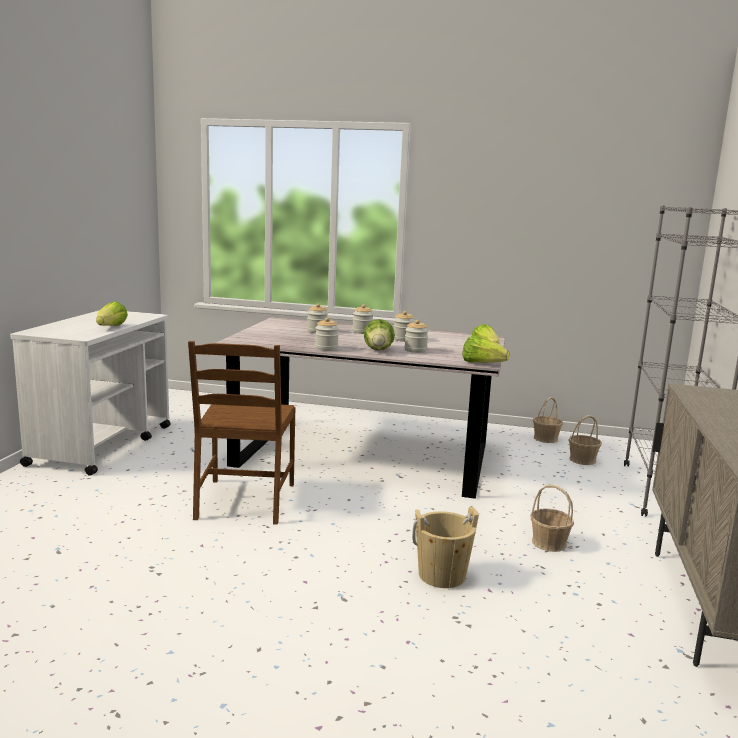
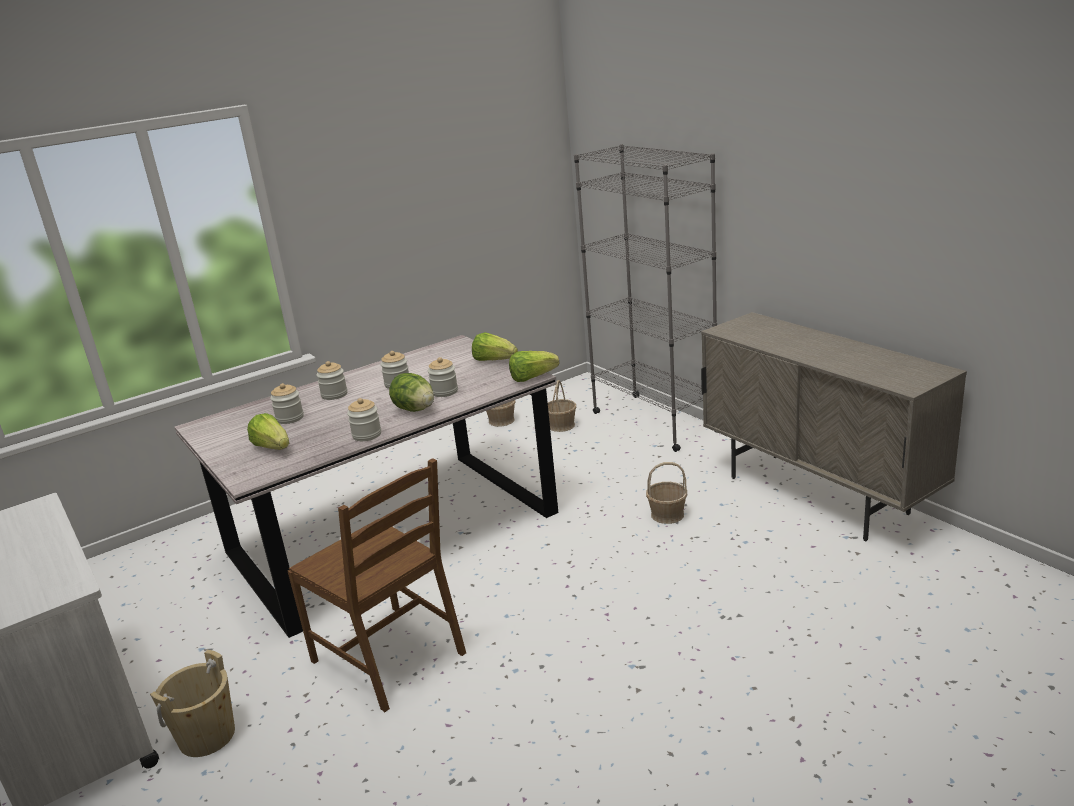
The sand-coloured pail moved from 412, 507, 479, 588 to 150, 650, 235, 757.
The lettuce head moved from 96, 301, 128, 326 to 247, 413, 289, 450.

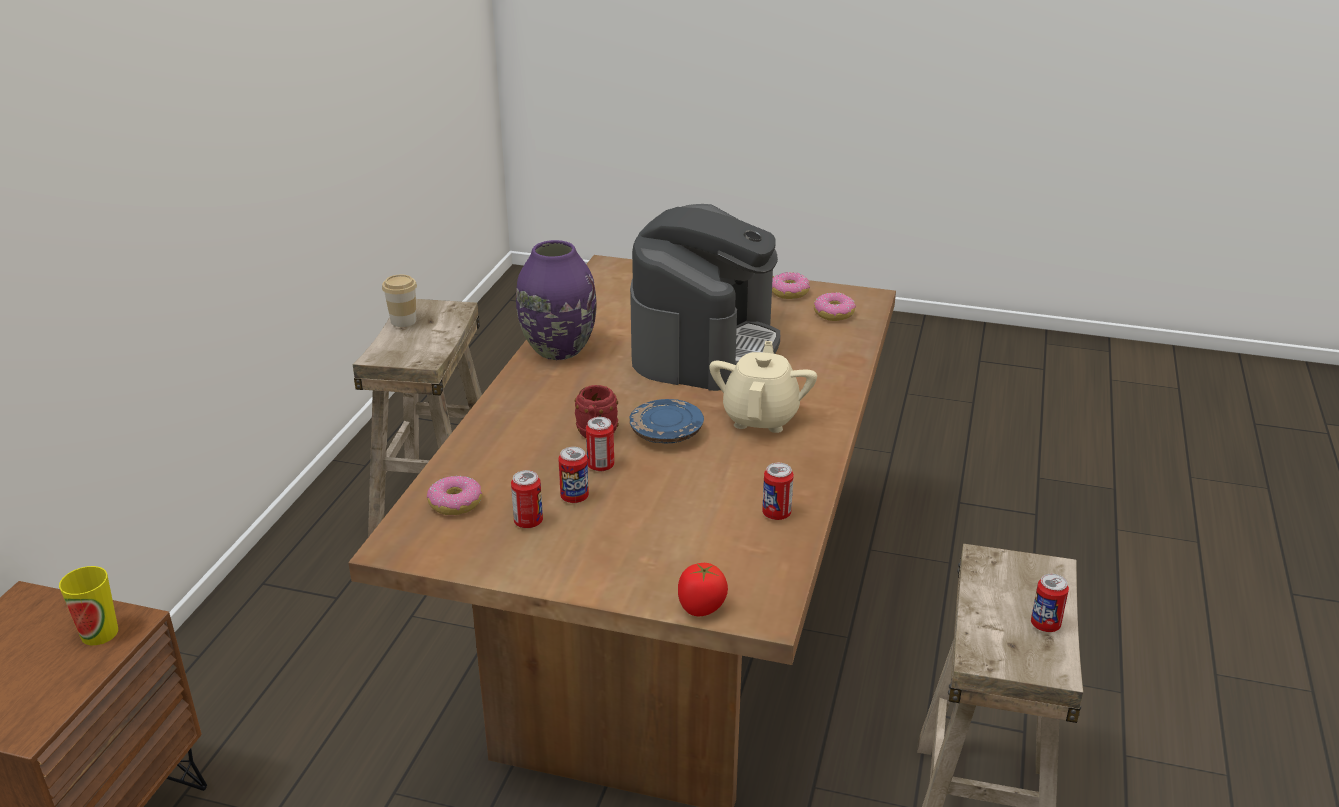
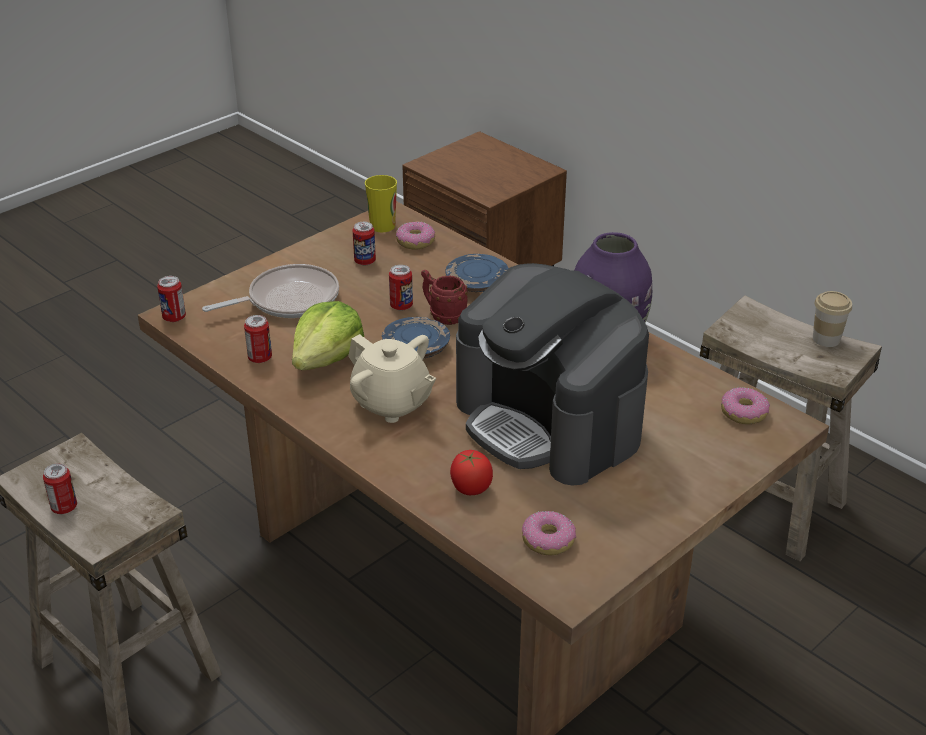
The sealed can moved from 558, 447, 589, 503 to 157, 276, 186, 322.
The pan at 202, 264, 339, 318 appeared.
The lettuce head at 292, 301, 364, 370 appeared.
The cup moved from 59, 566, 118, 645 to 365, 175, 397, 232.
The bluish flat dish at 445, 254, 509, 292 appeared.
The whole tomato moved from 678, 563, 728, 616 to 450, 450, 493, 495.
The ring doughnut moved from 772, 272, 810, 299 to 721, 387, 770, 424.

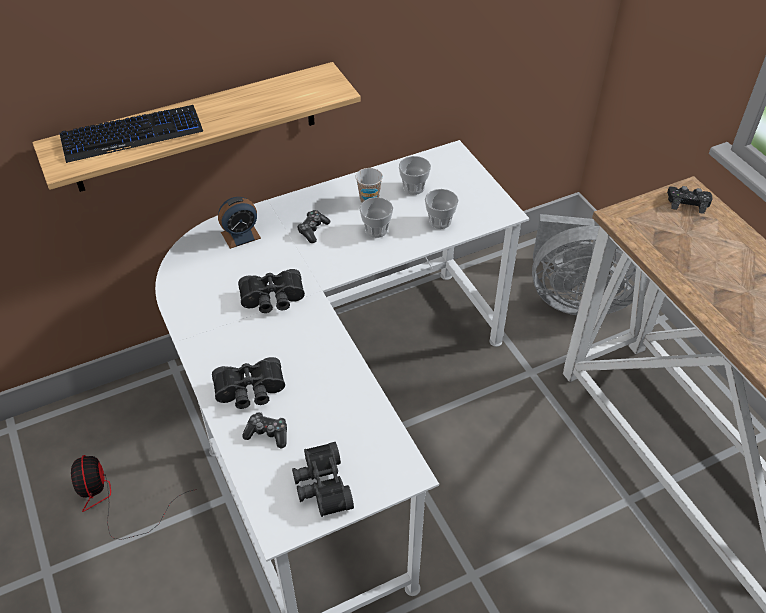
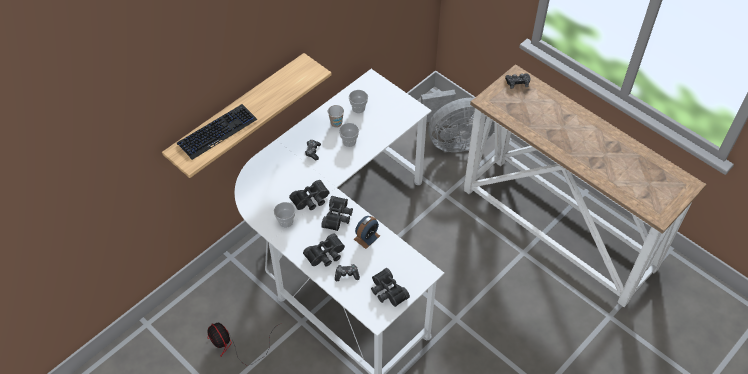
The cup moved from 425, 189, 458, 229 to 274, 202, 295, 228.
The black field glasses at 321, 196, 353, 231 appeared.
The alarm clock moved from 218, 197, 261, 249 to 354, 216, 380, 249.

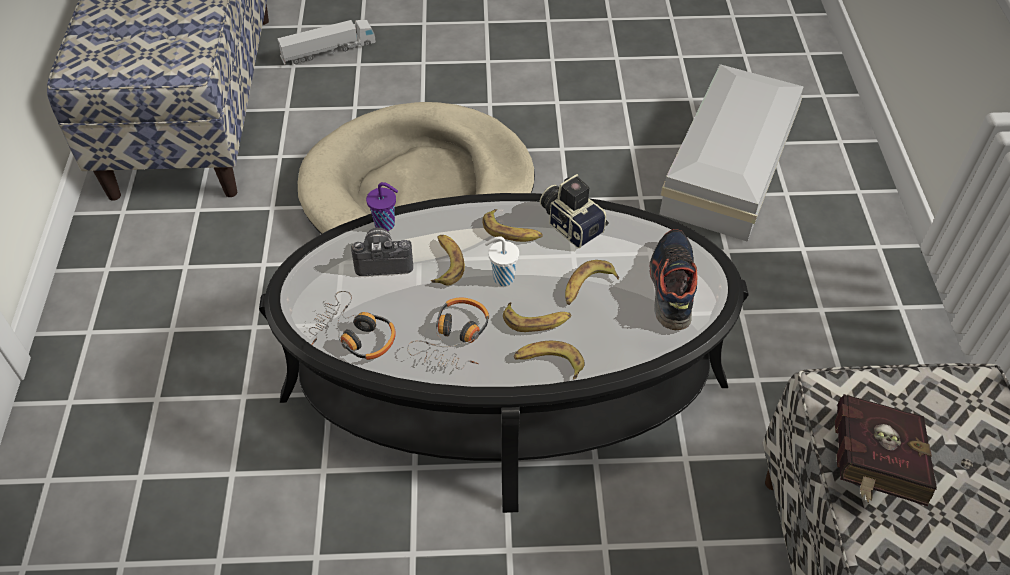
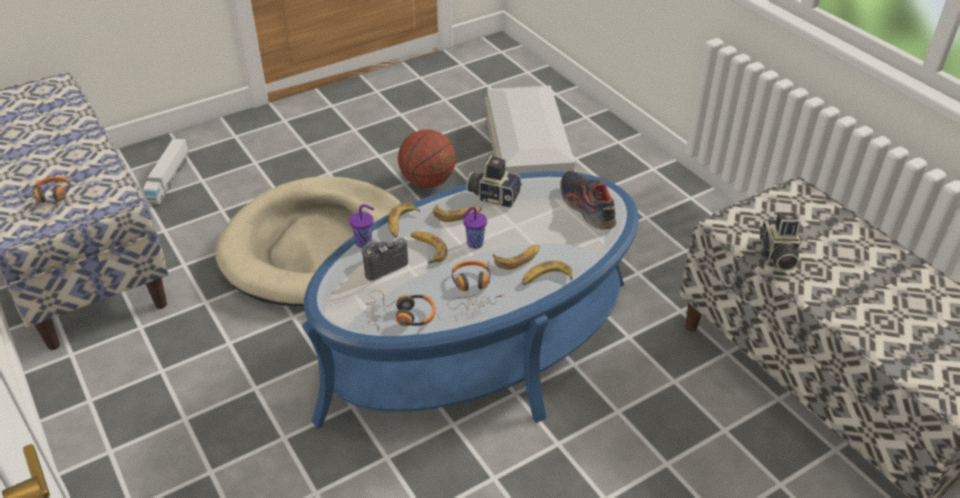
The headset at 17, 176, 71, 217 appeared.
The model truck at 277, 20, 376, 65 turned 150 degrees clockwise.
The black coffee table at 259, 193, 749, 513 became the bluish coffee table at 302, 171, 639, 429.
The whole banana moved from 565, 260, 619, 305 to 388, 203, 420, 238.
The ball for basketball at 398, 129, 456, 188 appeared.
The white-coloured cup at 485, 236, 519, 286 became the purple-coloured cup at 462, 207, 487, 249.
The red book at 835, 394, 937, 506 was replaced by the still camera at 759, 212, 801, 271.

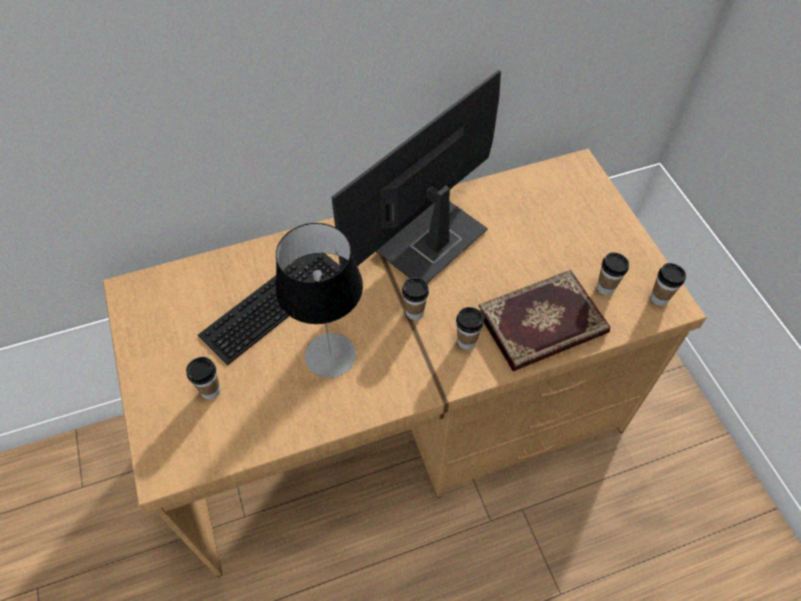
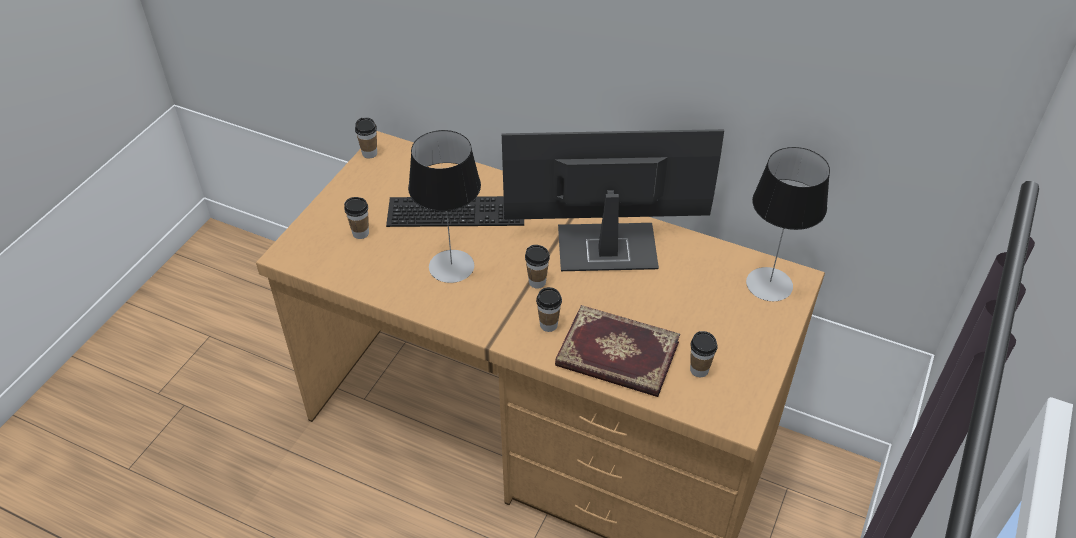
The cup moved from 650, 263, 686, 306 to 355, 117, 377, 158.
The lamp for a table at 746, 147, 830, 301 appeared.

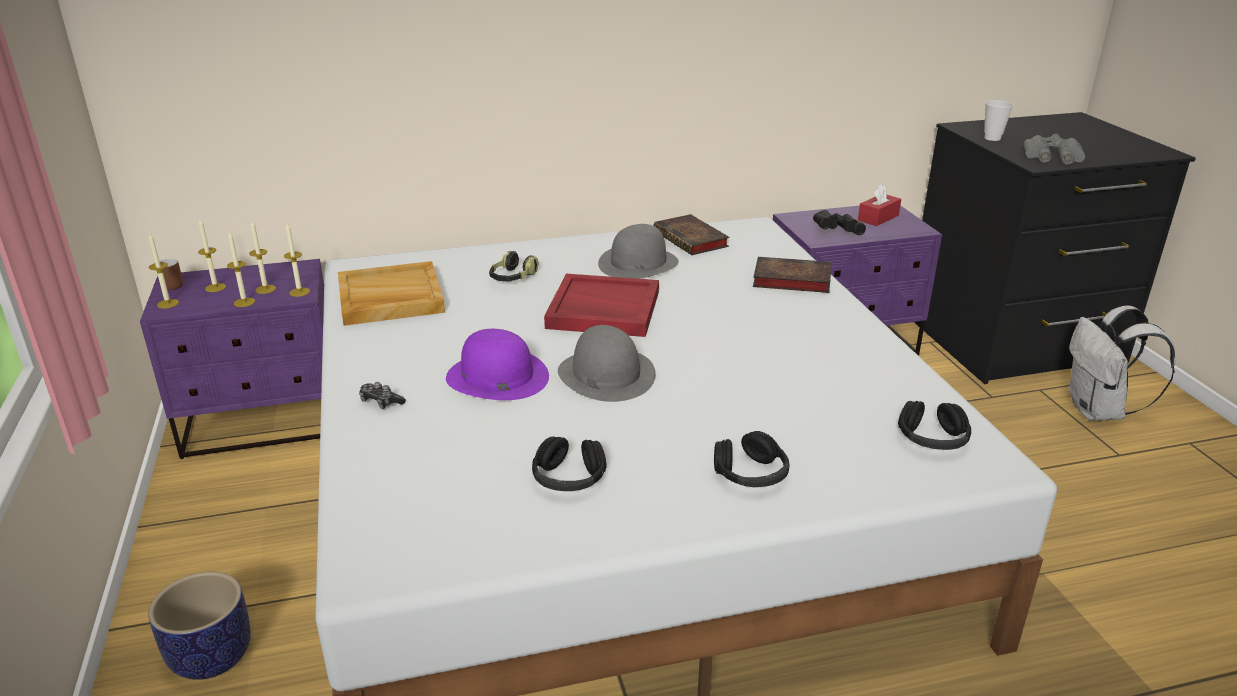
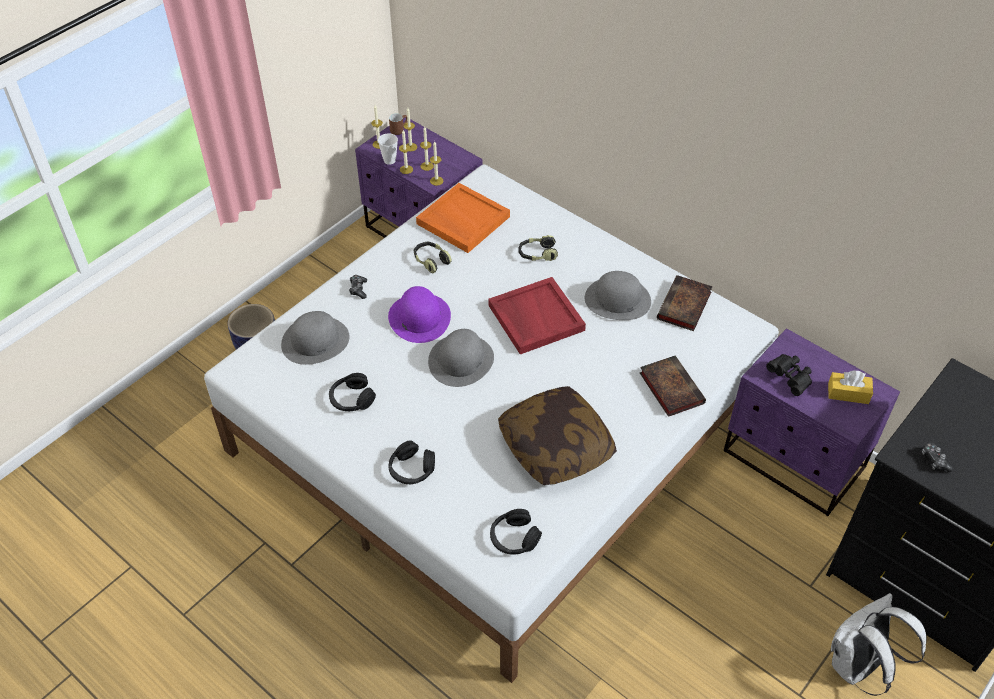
The gray hat at 281, 311, 350, 365 appeared.
The cup moved from 984, 100, 1013, 141 to 378, 133, 398, 165.
The headset at 414, 242, 452, 273 appeared.
The sand-coloured tray at 338, 261, 445, 326 became the orange-coloured tray at 416, 183, 510, 253.
The pillow at 498, 386, 617, 485 appeared.
The red box of tissues at 858, 184, 901, 226 became the yellow box of tissues at 828, 370, 873, 404.
The gray field glasses at 1024, 134, 1085, 165 was replaced by the game controller at 922, 443, 953, 472.

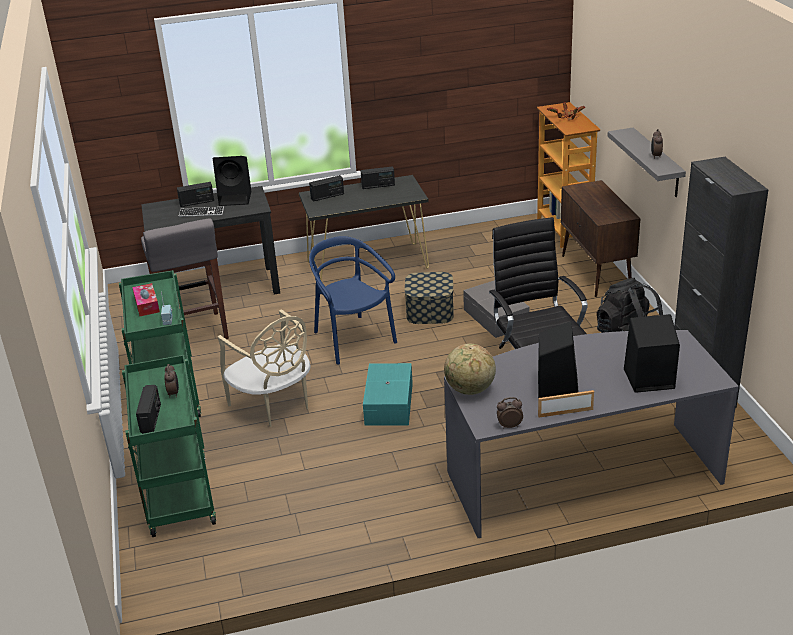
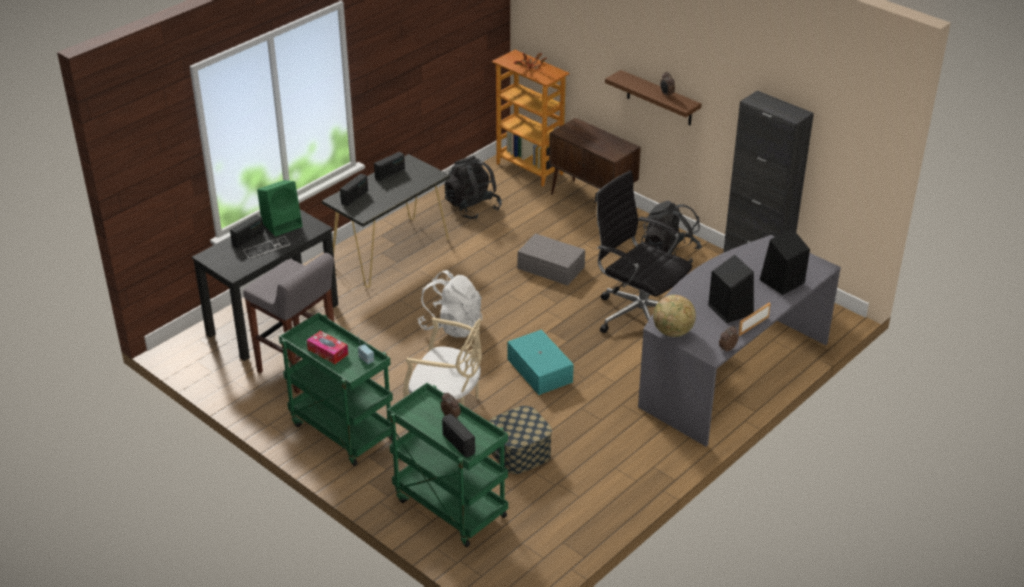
The black loudspeaker at 213, 156, 251, 206 became the green loudspeaker at 257, 180, 303, 237.
The bluish upright chair at 309, 236, 397, 364 was replaced by the white-coloured rucksack at 418, 270, 482, 338.
The black rucksack at 445, 156, 502, 219 appeared.
The storage container moved from 405, 272, 454, 324 to 489, 406, 552, 474.
The gray wall shelf at 607, 128, 686, 197 became the brown-coloured wall shelf at 605, 70, 702, 125.

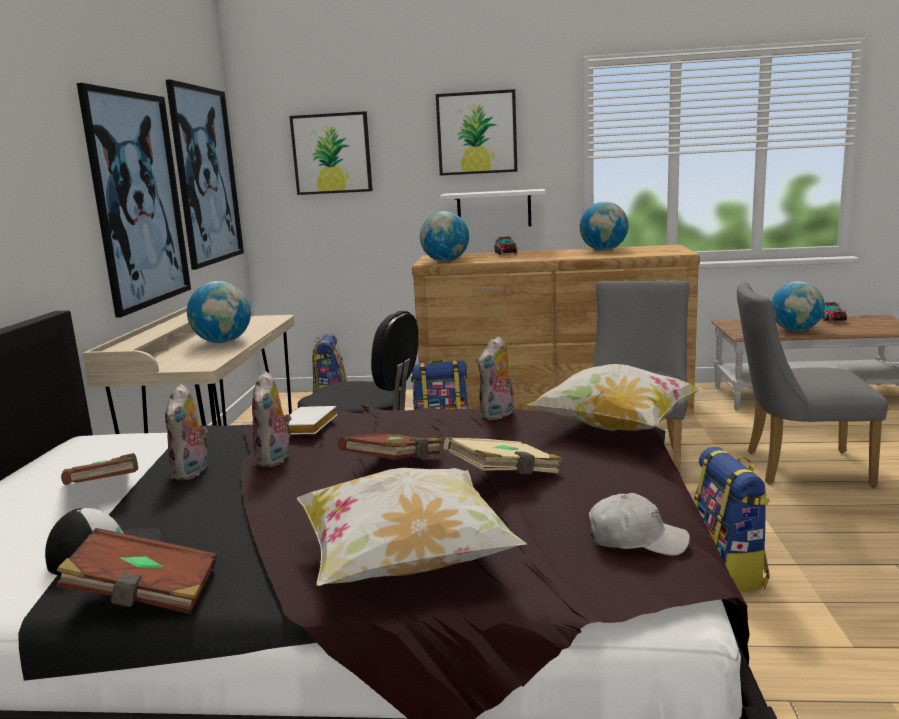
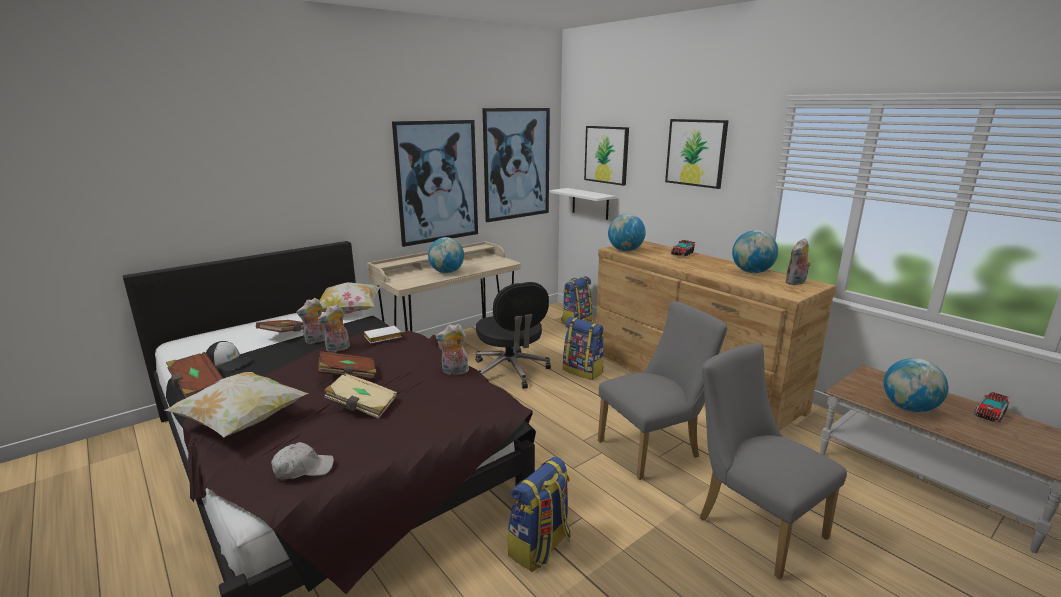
The white-coloured cap at 589, 493, 690, 556 turned 75 degrees counterclockwise.
The pillow moved from 527, 364, 702, 431 to 319, 282, 381, 314.
The white-coloured wall shelf moved from 440, 189, 546, 227 to 549, 188, 616, 220.
The cuddly toy at 785, 238, 811, 285 appeared.

